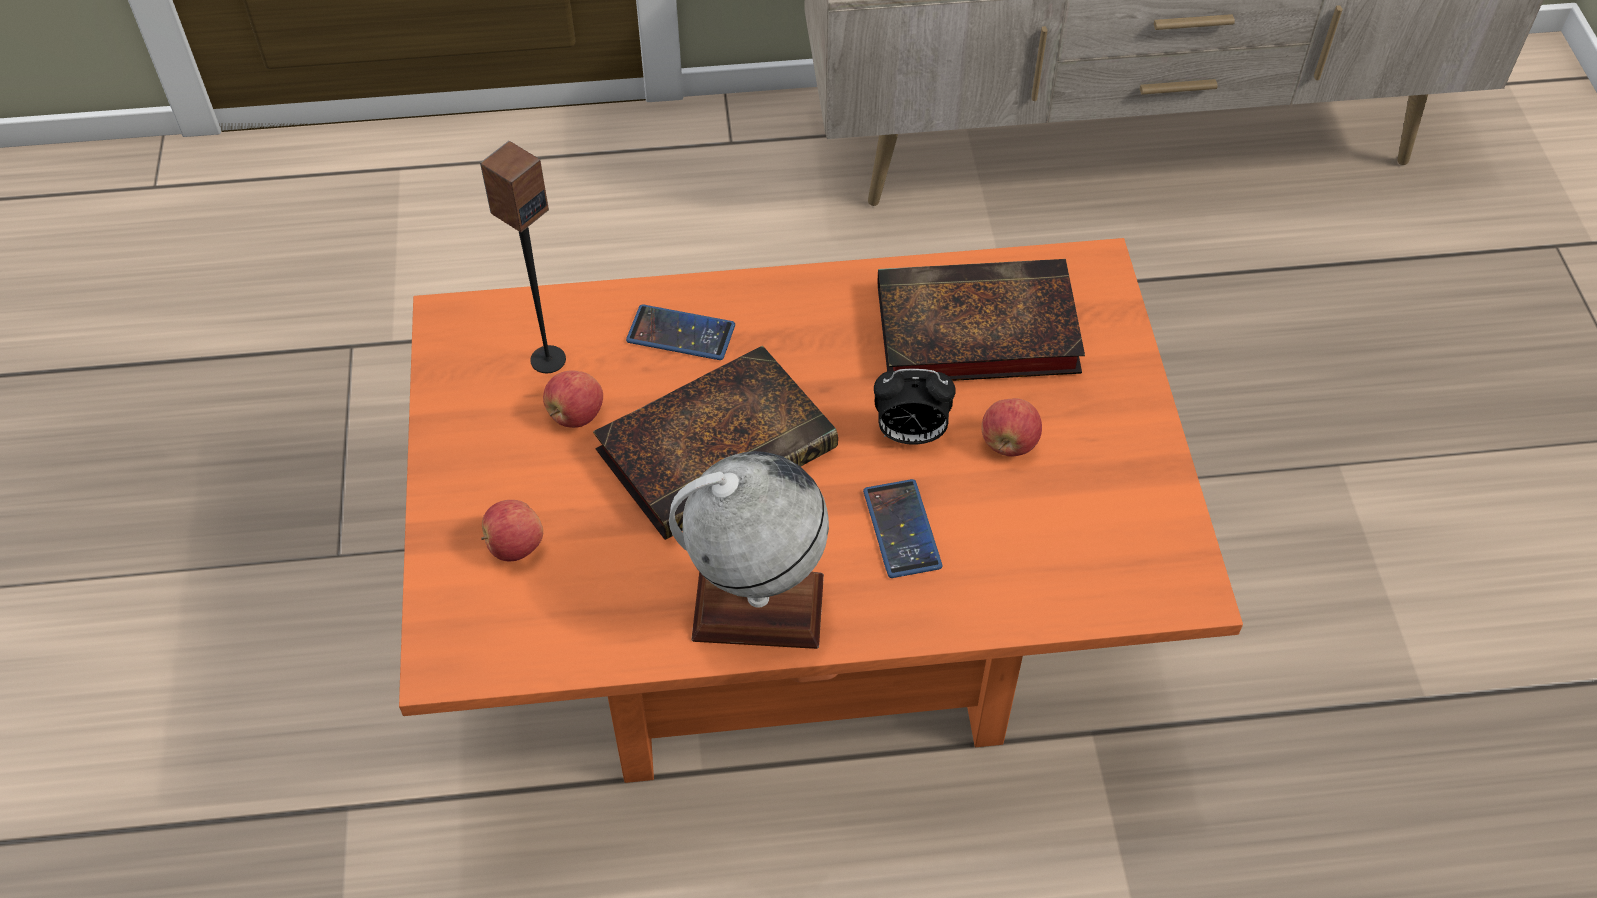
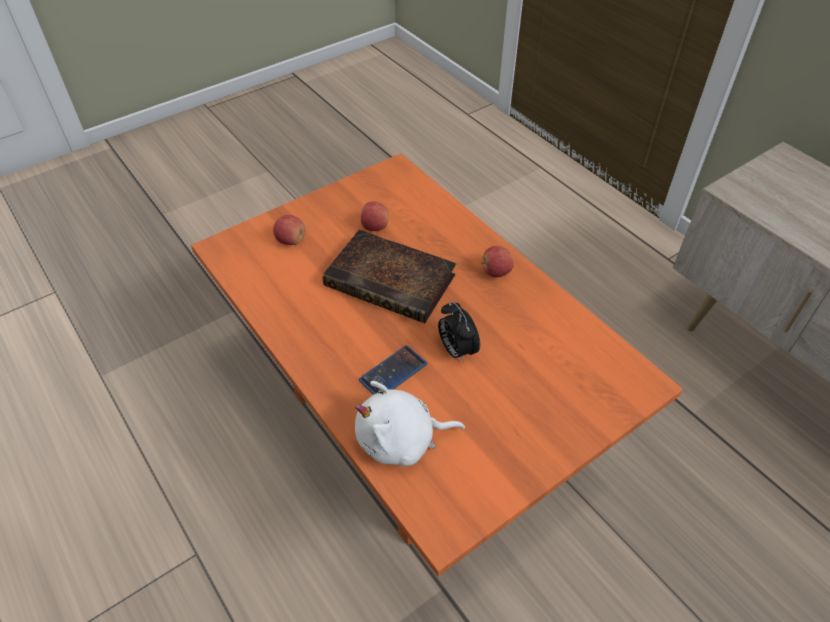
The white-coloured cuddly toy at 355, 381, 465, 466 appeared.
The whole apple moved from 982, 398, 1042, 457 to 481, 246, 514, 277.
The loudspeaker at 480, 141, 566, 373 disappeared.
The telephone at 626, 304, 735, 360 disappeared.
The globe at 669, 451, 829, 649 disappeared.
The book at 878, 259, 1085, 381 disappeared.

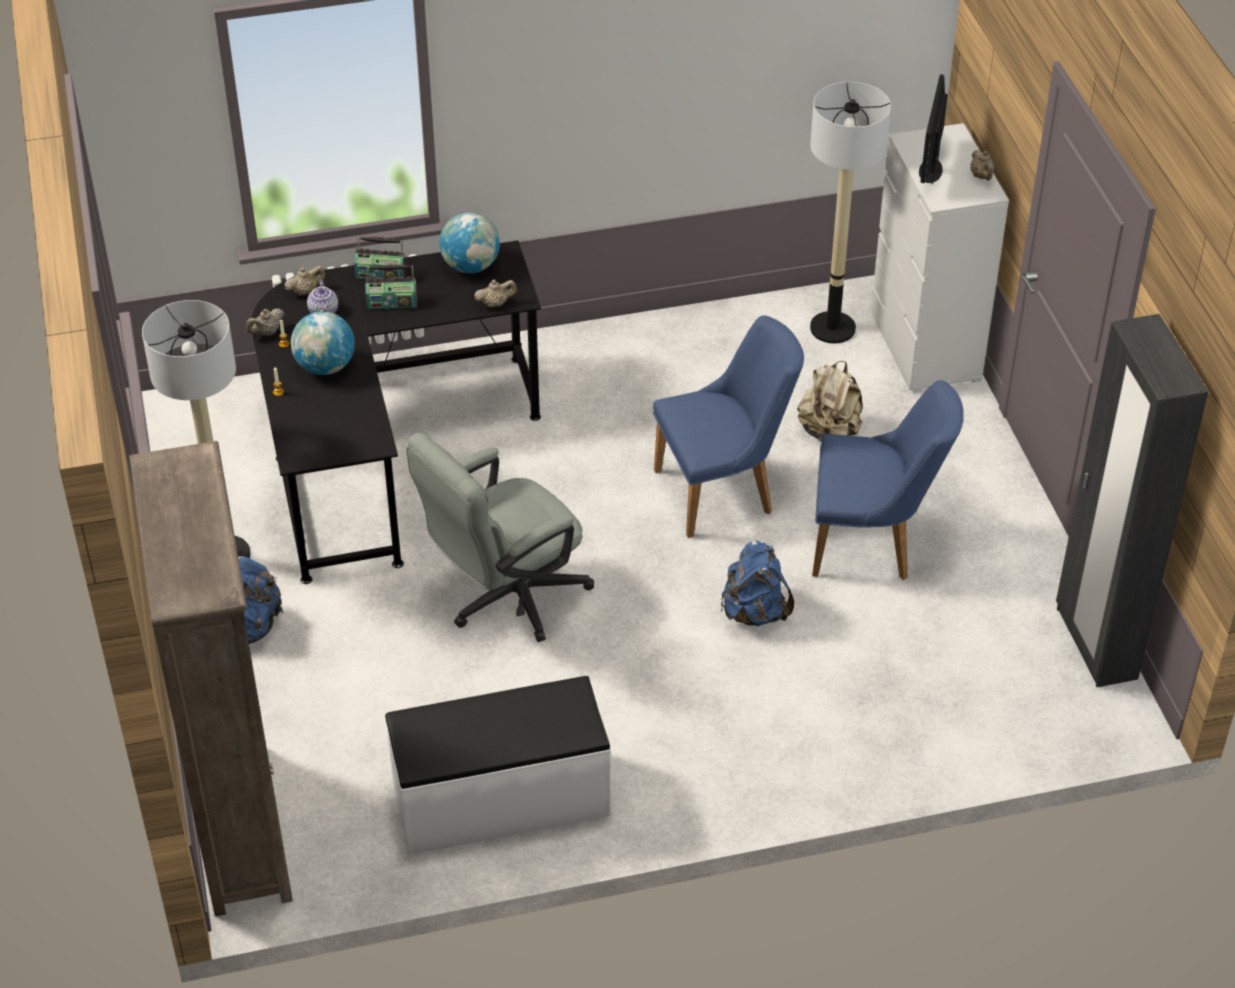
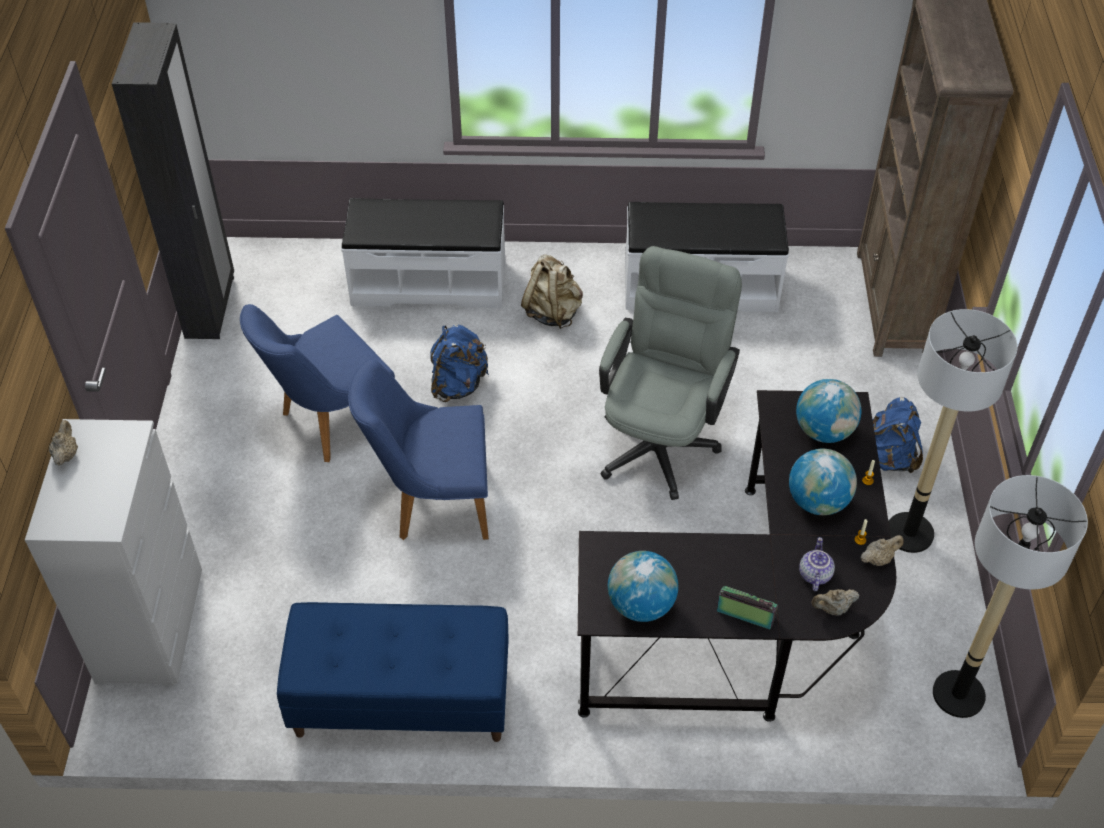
The bluish upright chair at 812, 380, 964, 580 turned 60 degrees counterclockwise.
The bluish bench at 277, 602, 509, 742 appeared.
The white-coloured bench at 341, 198, 505, 308 appeared.
The sand-coloured rucksack moved from 798, 361, 863, 441 to 521, 255, 583, 329.
The gray office chair at 406, 433, 594, 642 turned 45 degrees counterclockwise.
The globe at 796, 379, 862, 443 appeared.
The standing lamp moved from 810, 82, 891, 343 to 933, 475, 1088, 718.
The radio set at 365, 264, 417, 309 disappeared.
The sand-coloured pot for tea at 474, 279, 517, 307 disappeared.
The computer display at 919, 74, 948, 184 disappeared.

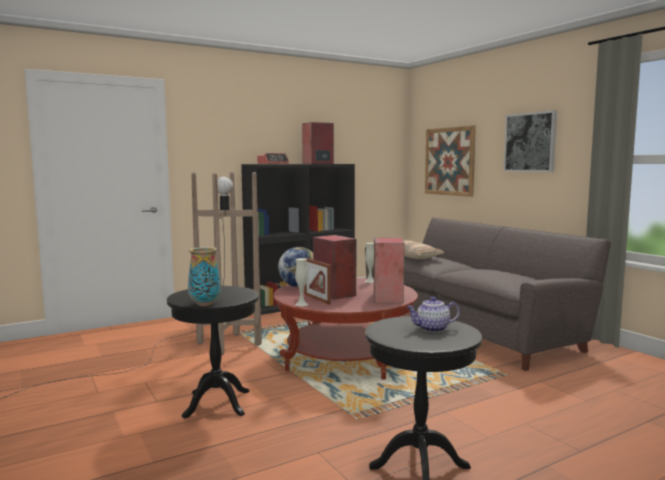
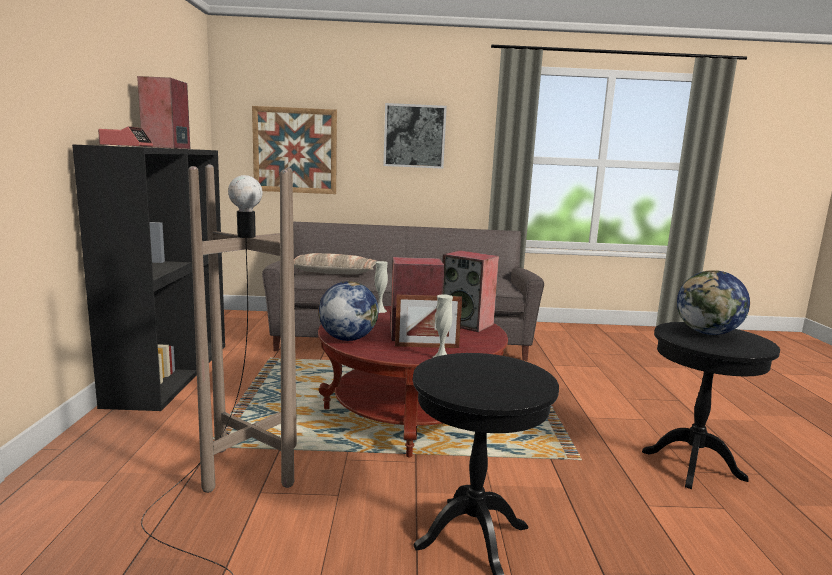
The pot for tea at 406, 297, 460, 332 was replaced by the globe at 677, 270, 750, 335.
The decorative vase at 188, 247, 221, 306 disappeared.

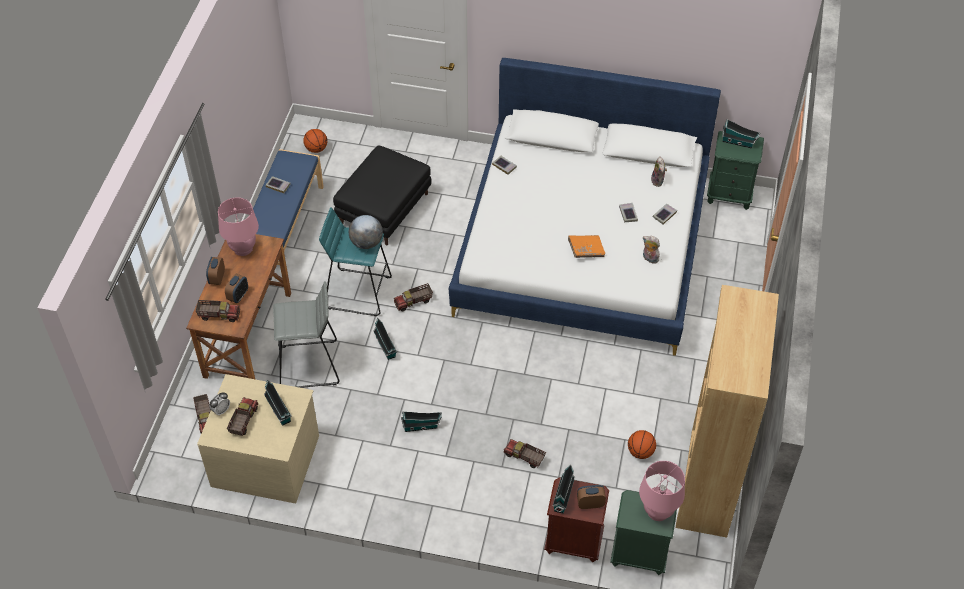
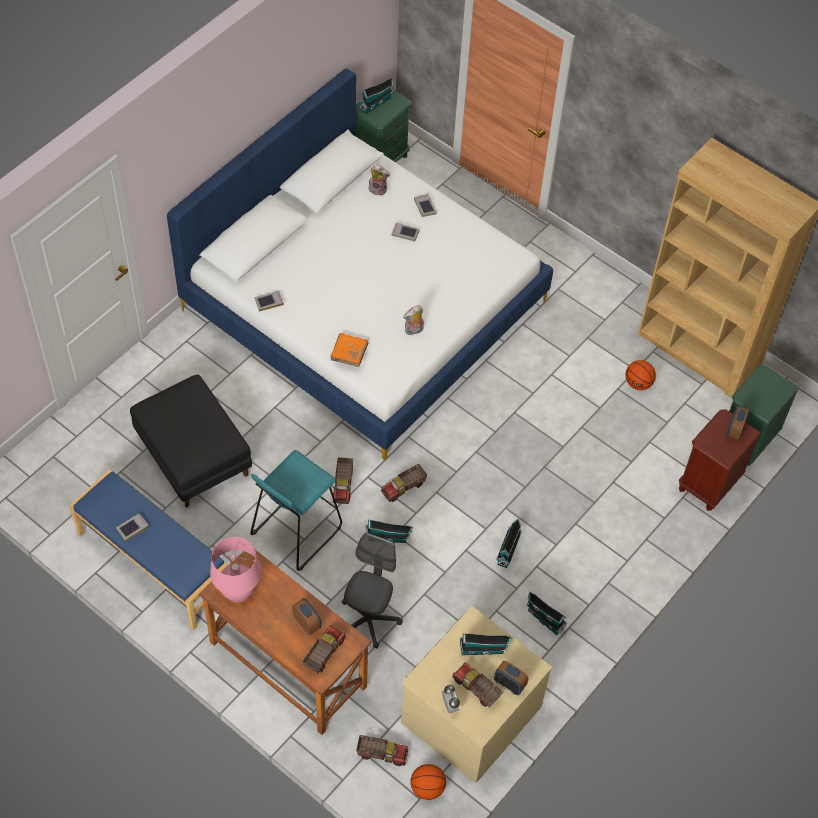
The orange-coloured book moved from 568, 235, 605, 258 to 330, 333, 368, 367.
The gray sitting stool at 273, 281, 340, 388 was replaced by the gray office chair at 342, 533, 403, 648.
The model truck moved from 504, 439, 546, 468 to 381, 464, 427, 502.
The cuddly toy moved from 643, 236, 660, 264 to 403, 305, 424, 335.
The ball for basketball moved from 303, 129, 327, 153 to 411, 764, 446, 800.
The alarm clock moved from 206, 257, 225, 285 to 494, 661, 528, 695.
The miniature house moved from 552, 465, 575, 514 to 527, 591, 567, 635.
The globe at 349, 215, 383, 249 disappeared.
The pink-coloured lamp for a table at 639, 461, 685, 521 disappeared.

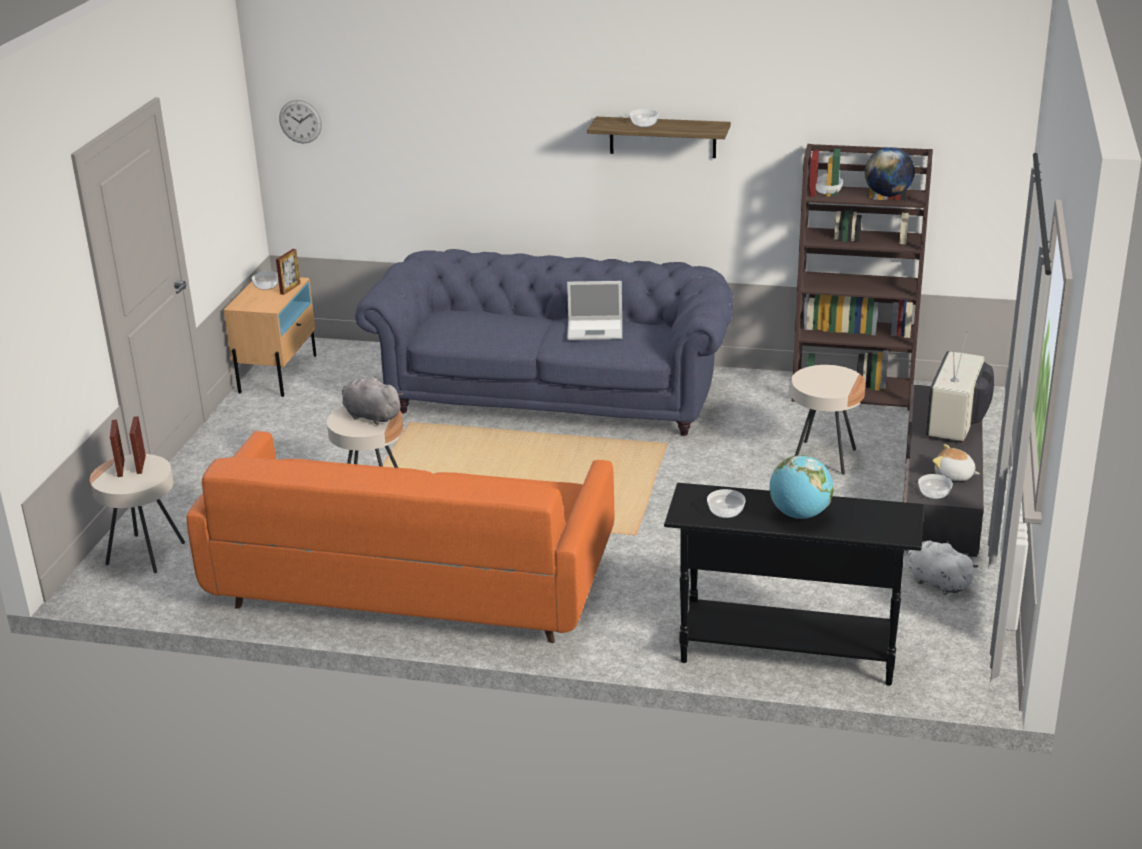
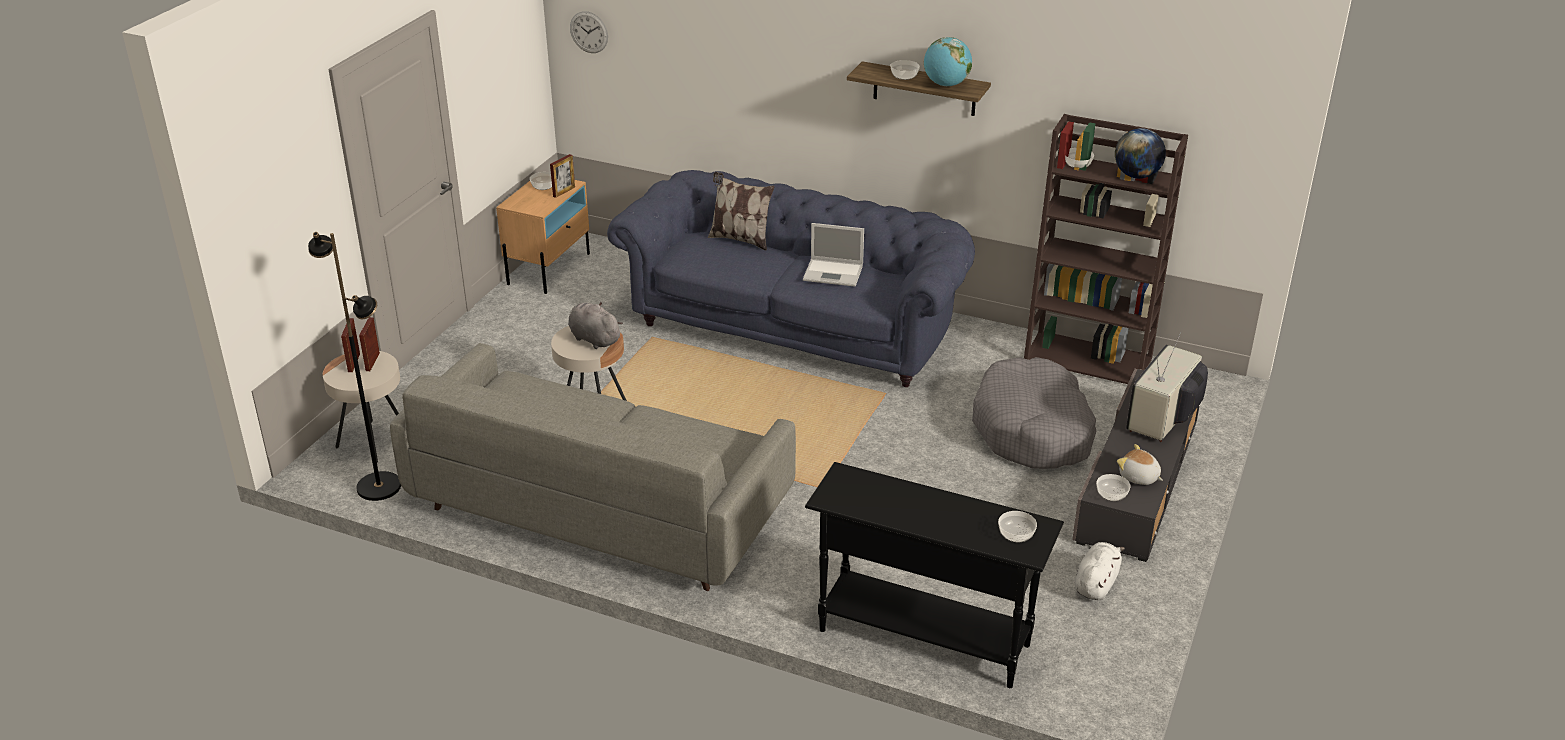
The black standing lamp at 308, 232, 401, 501 appeared.
The orange-coloured couch at 186, 431, 614, 643 became the gray couch at 390, 343, 796, 591.
The pillow at 708, 172, 775, 251 appeared.
The globe moved from 770, 455, 834, 519 to 924, 37, 972, 86.
The sand-coloured side table at 791, 365, 866, 475 was replaced by the gray pet bed at 972, 357, 1096, 469.
The bowl moved from 707, 489, 746, 518 to 998, 511, 1037, 542.
The white-coloured cuddly toy at 907, 540, 979, 595 turned 60 degrees clockwise.

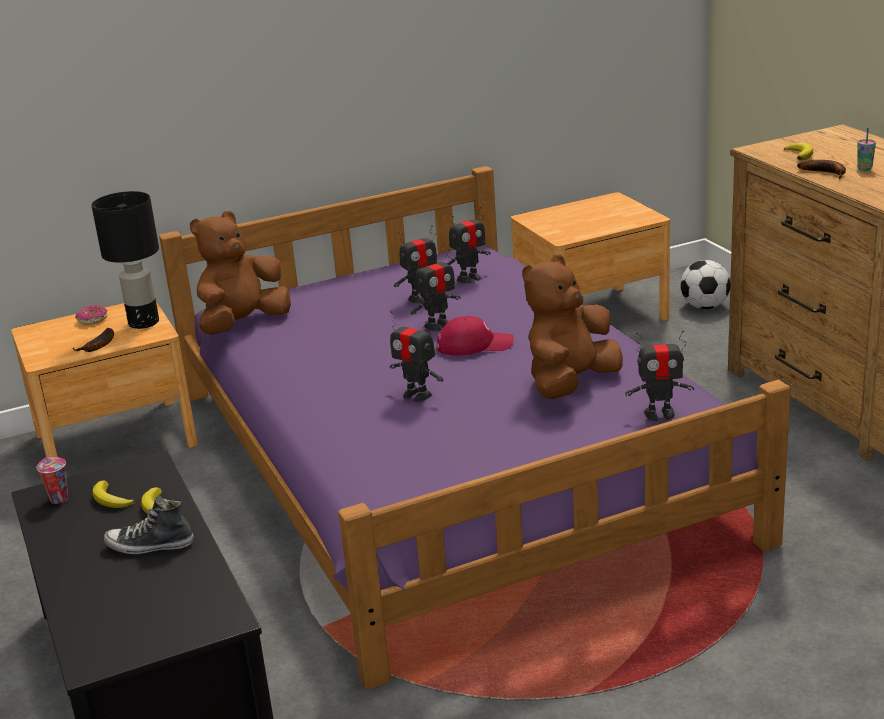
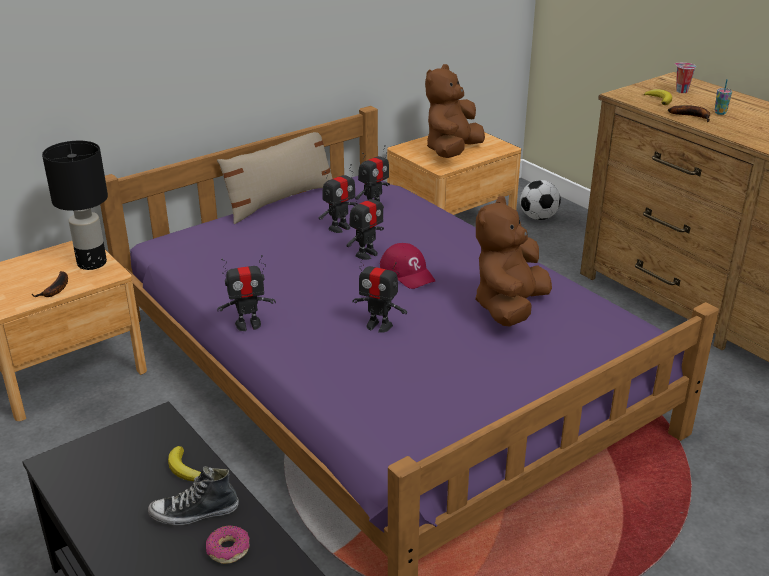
The ring doughnut moved from 76, 305, 107, 325 to 206, 525, 250, 564.
The sand-coloured pillow at 217, 132, 332, 224 appeared.
The toy robot moved from 625, 331, 694, 421 to 217, 255, 276, 331.
The red cap at 437, 316, 514, 356 turned 75 degrees clockwise.
The brown-coloured cuddly toy moved from 190, 211, 291, 335 to 425, 64, 485, 158.
The cup moved from 37, 457, 68, 504 to 675, 63, 696, 93.
The whole banana at 92, 480, 135, 508 disappeared.

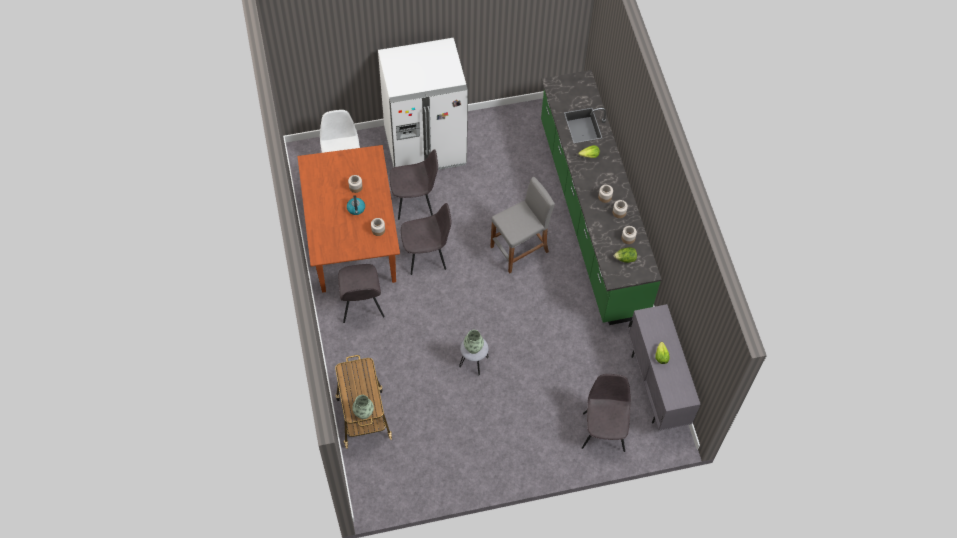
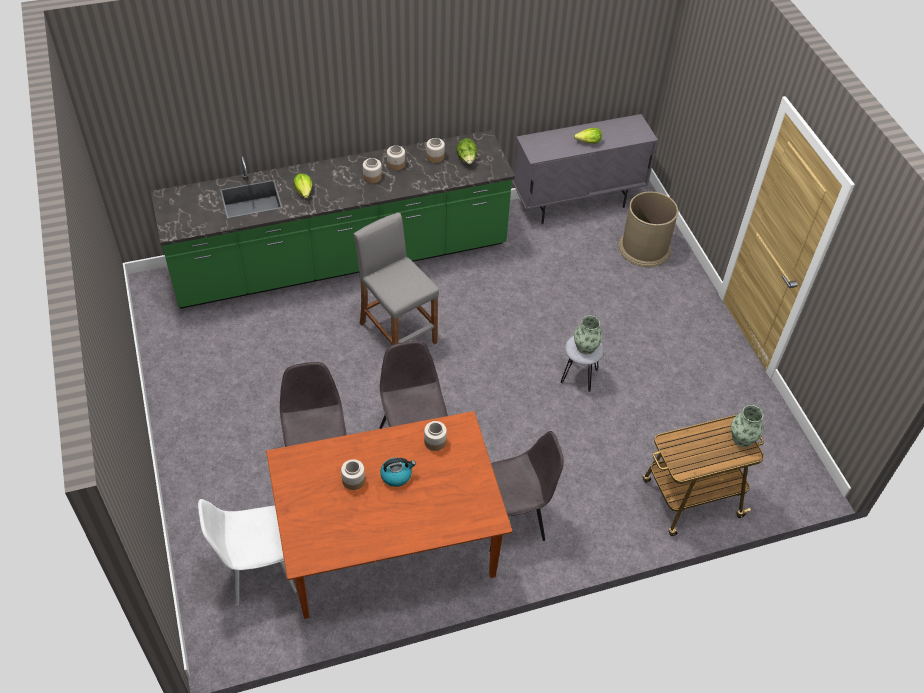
The gray upright chair at 582, 374, 631, 452 was replaced by the brown-coloured rubbish bin at 618, 191, 678, 267.
The white-coloured fridge at 378, 38, 468, 170 disappeared.

